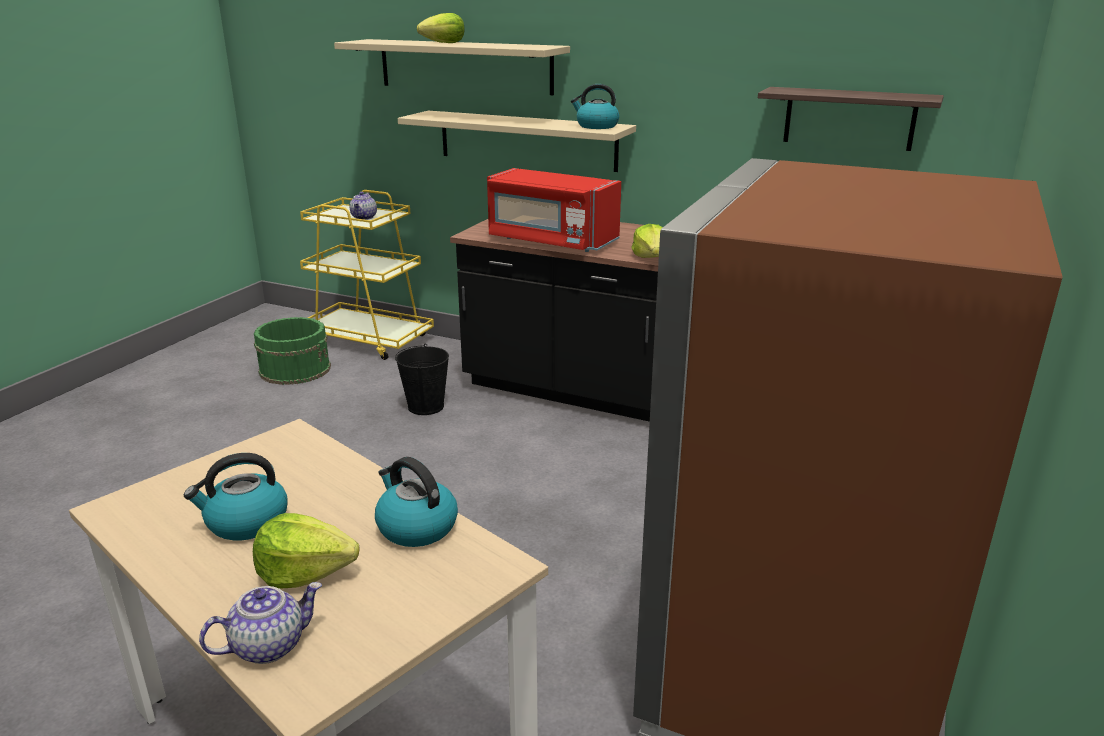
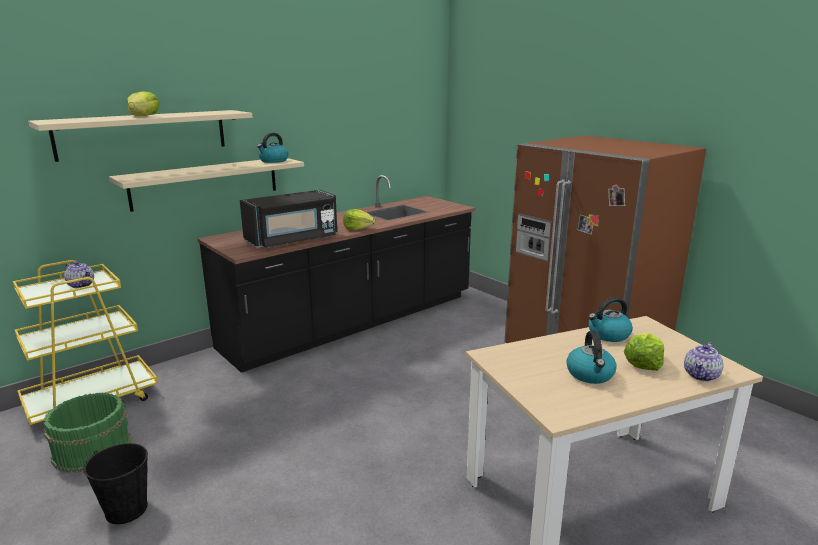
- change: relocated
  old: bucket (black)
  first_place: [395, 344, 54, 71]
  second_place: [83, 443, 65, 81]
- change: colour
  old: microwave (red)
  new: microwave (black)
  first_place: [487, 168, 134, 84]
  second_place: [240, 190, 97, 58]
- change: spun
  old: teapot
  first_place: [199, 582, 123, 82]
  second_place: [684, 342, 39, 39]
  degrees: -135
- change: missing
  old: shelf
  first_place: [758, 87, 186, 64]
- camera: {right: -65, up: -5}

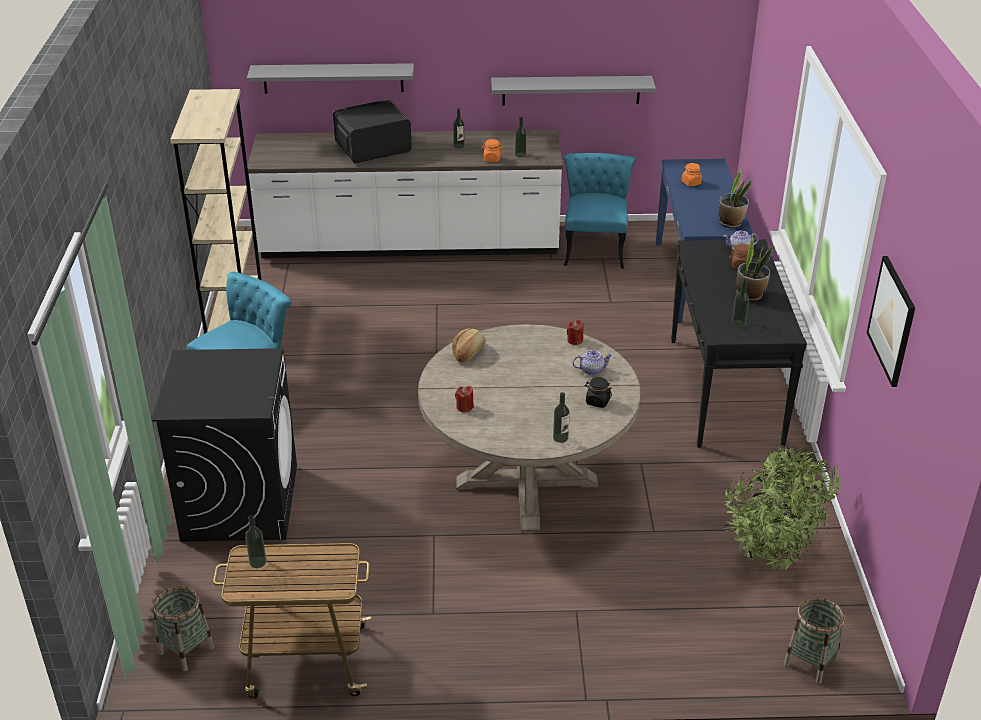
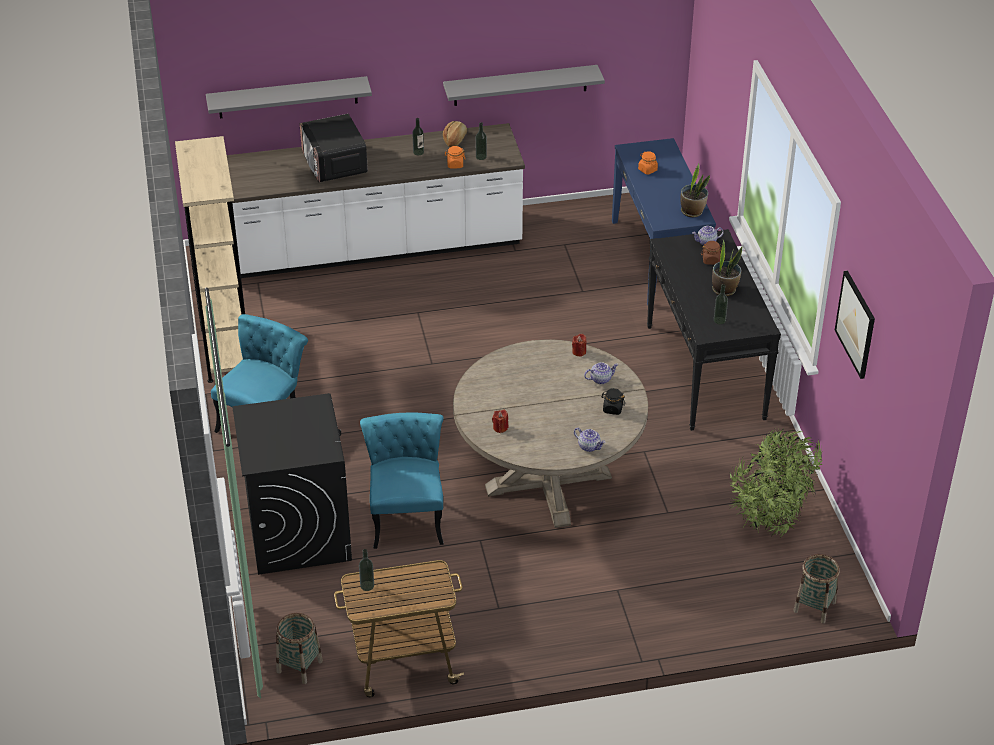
- change: spun
  old: microwave
  first_place: [333, 100, 79, 63]
  second_place: [300, 114, 68, 68]
  degrees: -75
- change: relocated
  old: chair (turquoise)
  first_place: [564, 153, 71, 116]
  second_place: [360, 412, 84, 137]
- change: relocated
  old: bread
  first_place: [452, 329, 34, 34]
  second_place: [443, 121, 24, 26]
- change: exchanged
  old: bottle
  new: teapot
  first_place: [553, 392, 17, 51]
  second_place: [574, 428, 32, 24]
- camera: {right: -10, up: 5}

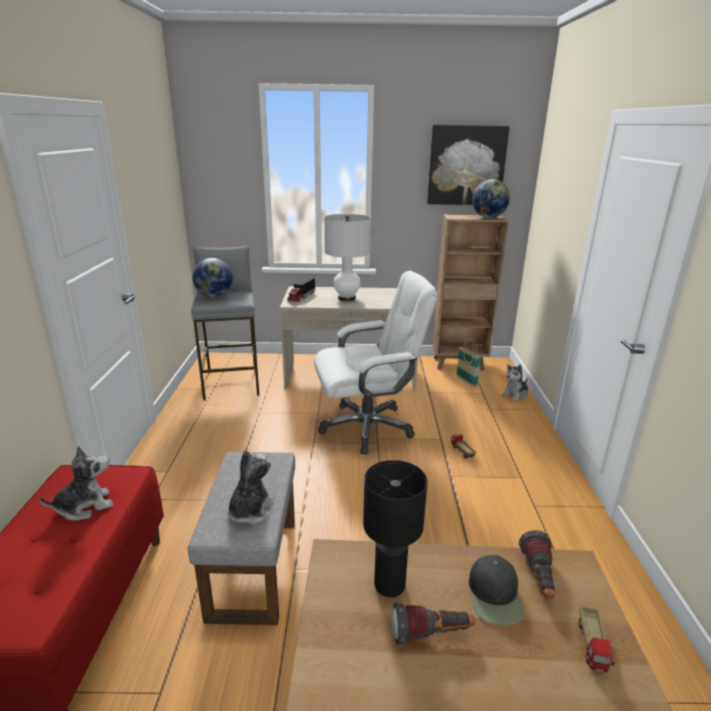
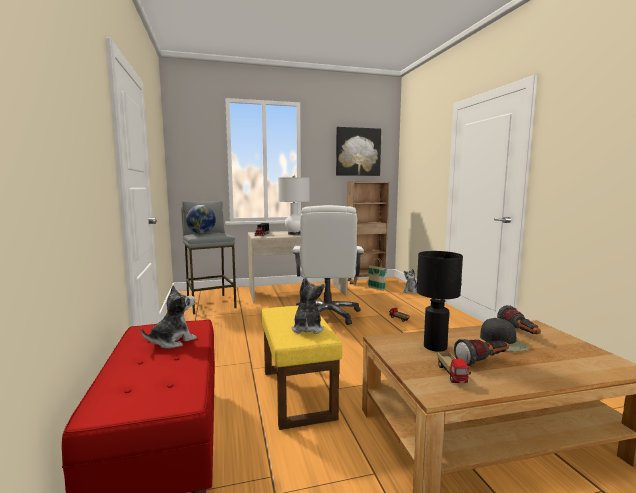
- change: colour
  old: ottoman (grey)
  new: ottoman (yellow)
  first_place: [188, 452, 107, 173]
  second_place: [261, 305, 81, 125]
- change: spun
  old: office chair (white)
  first_place: [314, 271, 123, 183]
  second_place: [293, 205, 71, 120]
  degrees: 120
- change: relocated
  old: toy truck
  first_place: [579, 606, 35, 66]
  second_place: [437, 352, 34, 31]
- change: missing
  old: globe
  first_place: [472, 179, 38, 39]
- camera: {right: -15, up: -15}

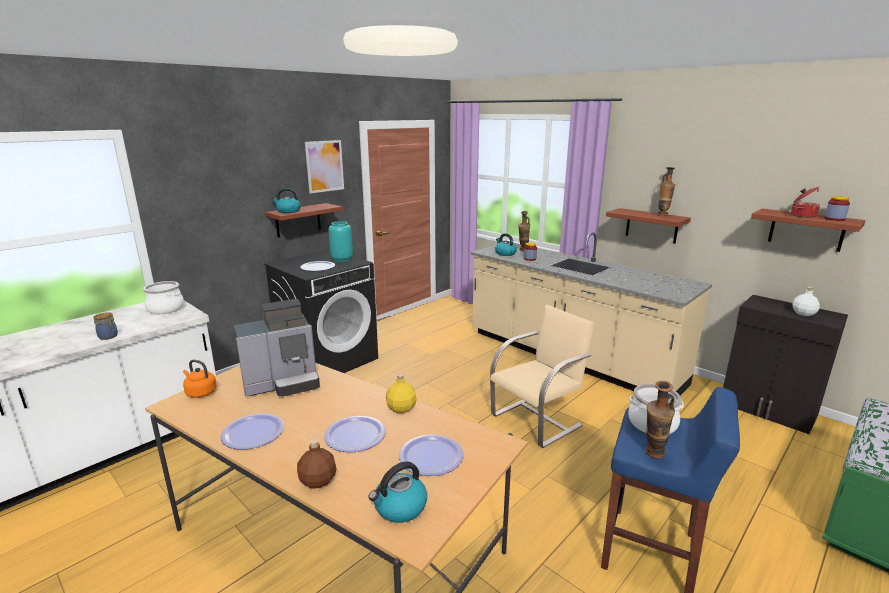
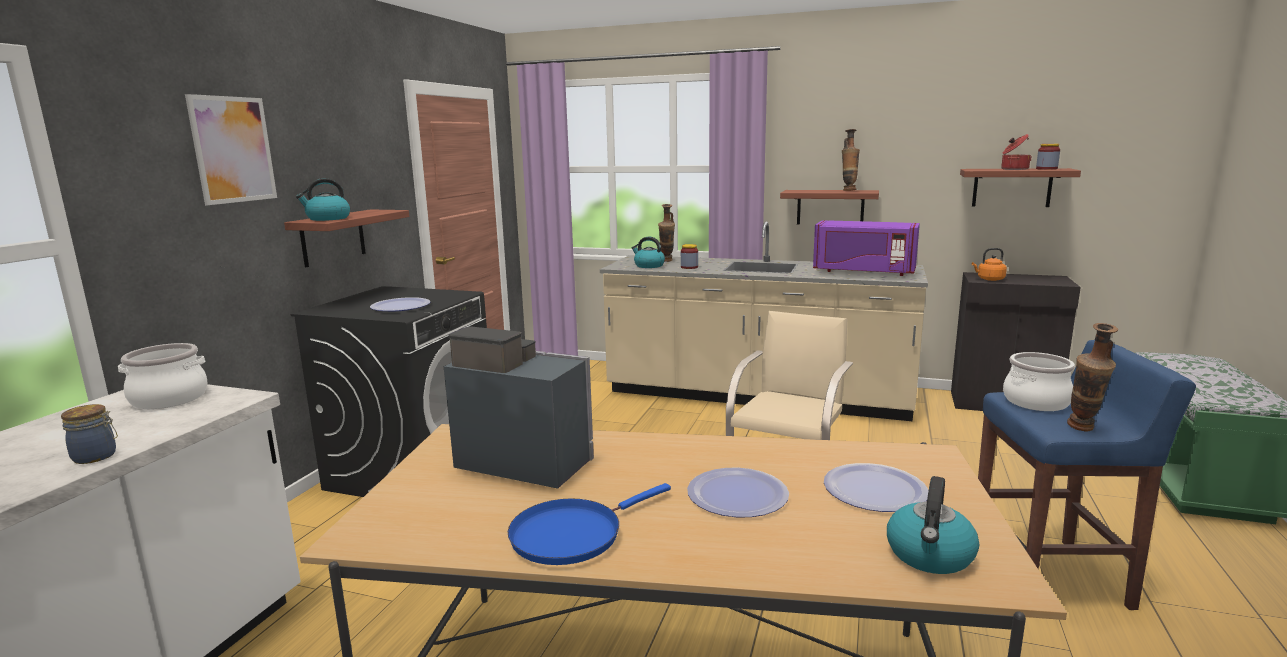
- change: relocated
  old: picture
  first_place: [305, 140, 39, 53]
  second_place: [185, 94, 92, 111]
- change: spun
  old: coffee machine
  first_place: [234, 299, 86, 98]
  second_place: [444, 326, 150, 163]
  degrees: -105
- change: exchanged
  old: plate
  new: frying pan (blue)
  first_place: [220, 413, 64, 37]
  second_place: [508, 483, 163, 82]
- change: appeared
  new: microwave (purple)
  second_place: [813, 220, 107, 56]
- change: relocated
  old: kettle (orange)
  first_place: [183, 360, 34, 38]
  second_place: [972, 248, 35, 33]
- change: missing
  old: bottle (brown)
  first_place: [297, 439, 40, 49]
- change: missing
  old: vase (turquoise)
  first_place: [329, 221, 24, 41]
- change: missing
  old: bottle (yellow)
  first_place: [386, 374, 31, 40]
- change: missing
  old: bottle (white)
  first_place: [792, 287, 28, 29]
- camera: {right: -25, up: -5}

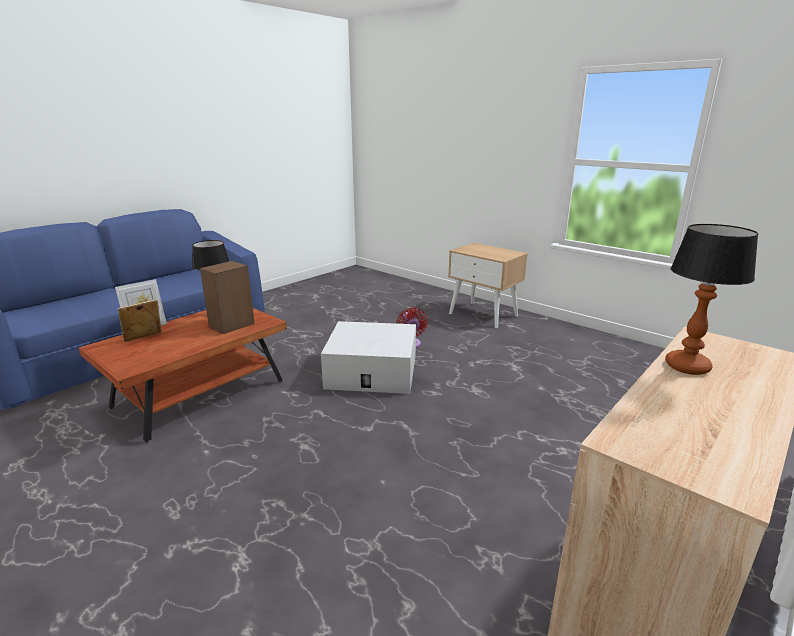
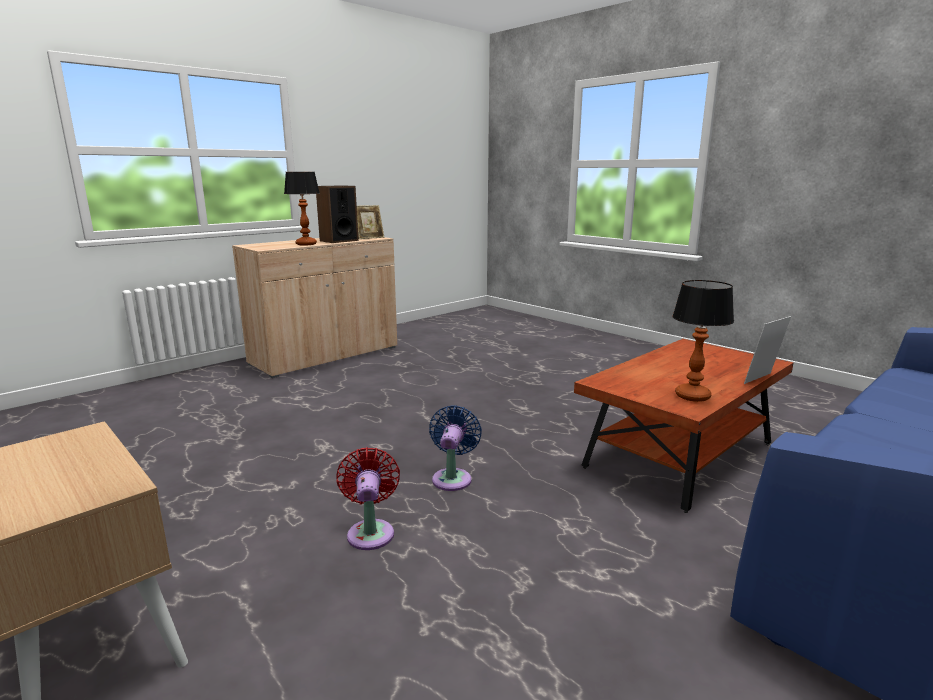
- change: relocated
  old: speaker
  first_place: [200, 261, 55, 73]
  second_place: [316, 185, 43, 58]
- change: relocated
  old: picture frame
  first_place: [118, 299, 44, 43]
  second_place: [357, 205, 27, 34]
- change: exchanged
  old: storage box (white)
  new: fan (blue)
  first_place: [321, 321, 95, 73]
  second_place: [429, 405, 53, 86]
- camera: {right: -175, up: -5}

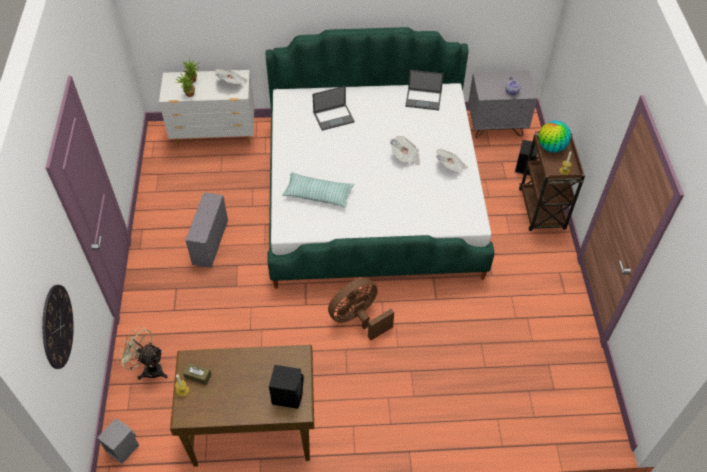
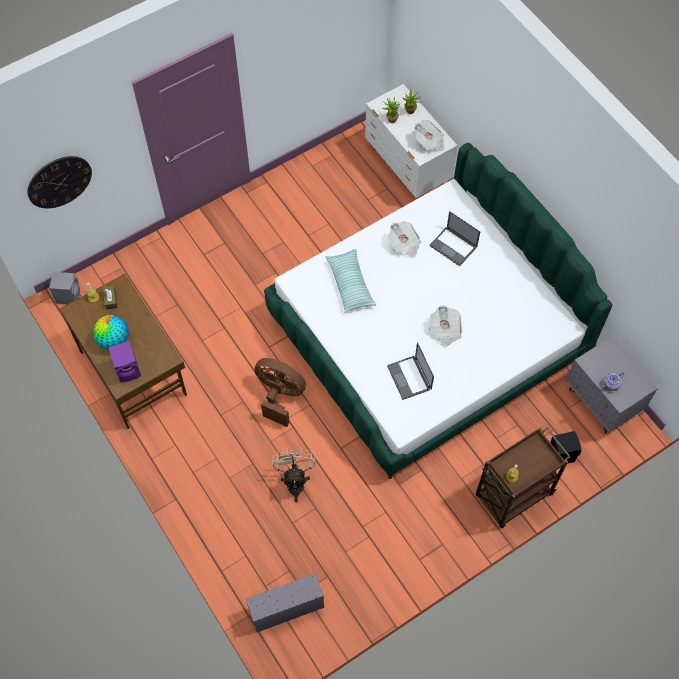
- change: relocated
  old: globe
  first_place: [539, 121, 32, 32]
  second_place: [93, 315, 36, 35]
- change: colour
  old: speaker (black)
  new: speaker (purple)
  first_place: [269, 365, 35, 44]
  second_place: [108, 341, 33, 42]
- change: relocated
  old: storage box (grey)
  first_place: [186, 192, 42, 76]
  second_place: [246, 574, 78, 58]
- change: relocated
  old: fan (beige)
  first_place: [117, 326, 51, 54]
  second_place: [273, 448, 42, 54]
- change: relocated
  old: laptop
  first_place: [405, 70, 39, 40]
  second_place: [387, 342, 47, 58]
- change: relocated
  old: newspaper
  first_place: [435, 149, 33, 23]
  second_place: [388, 221, 34, 37]
- camera: {right: 60, up: 10}

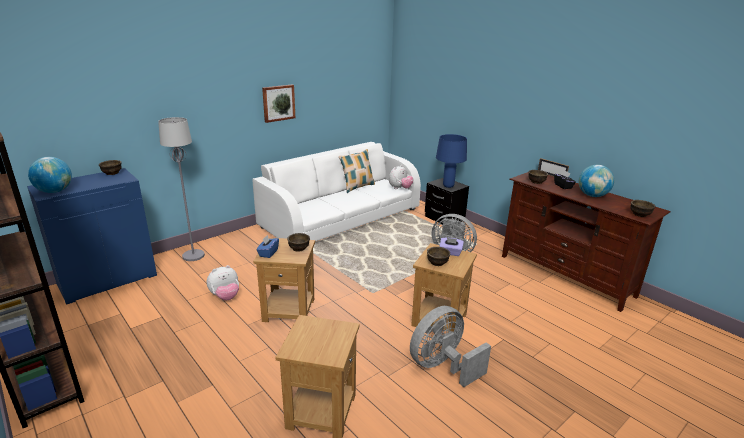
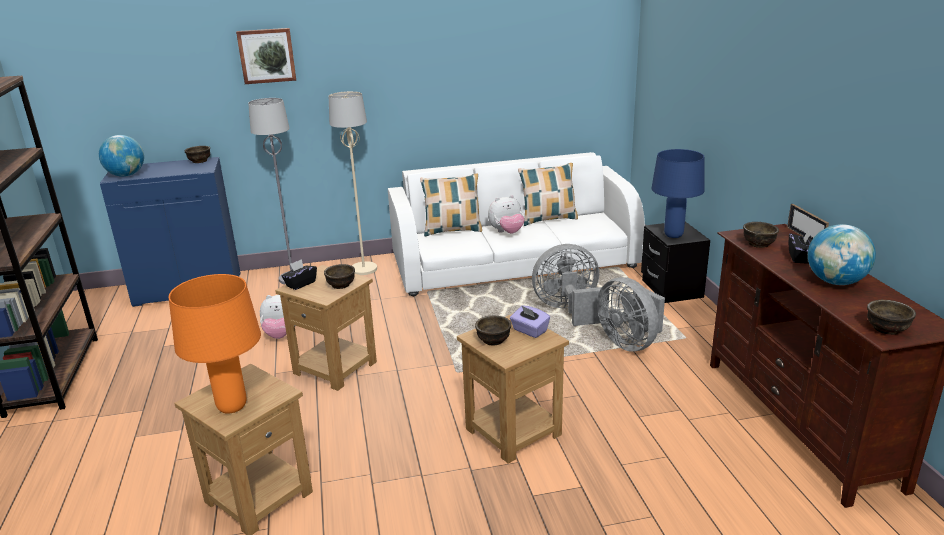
- change: appeared
  new: table lamp (orange)
  second_place: [169, 274, 92, 140]
- change: relocated
  old: picture
  first_place: [262, 84, 33, 39]
  second_place: [236, 28, 60, 56]
- change: colour
  old: tissue box (blue)
  new: tissue box (black)
  first_place: [256, 235, 23, 23]
  second_place: [282, 259, 35, 31]
- change: appeared
  new: floor lamp (beige)
  second_place: [329, 91, 48, 184]
- change: appeared
  new: pillow
  second_place: [420, 173, 62, 64]
- change: relocated
  old: plush toy
  first_place: [389, 165, 25, 24]
  second_place: [488, 195, 36, 38]
- change: relocated
  old: fan (grey)
  first_place: [410, 306, 81, 81]
  second_place: [532, 244, 77, 82]
- camera: {right: 30, up: 0}

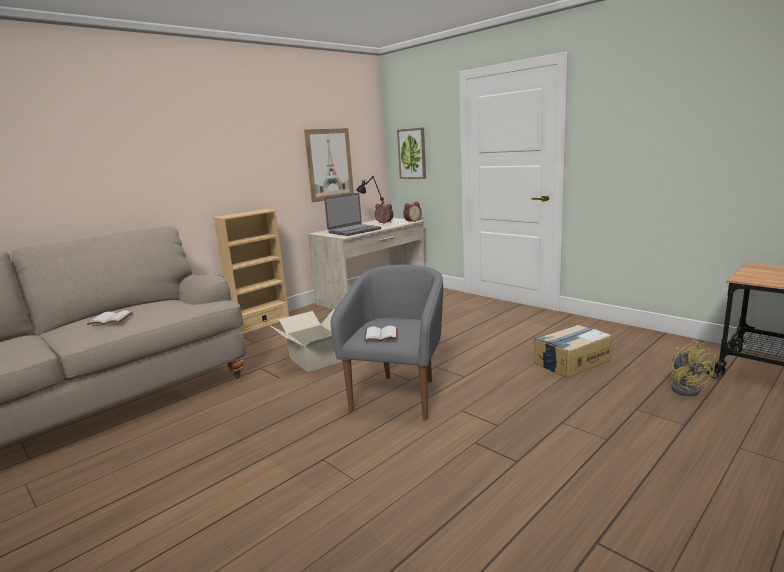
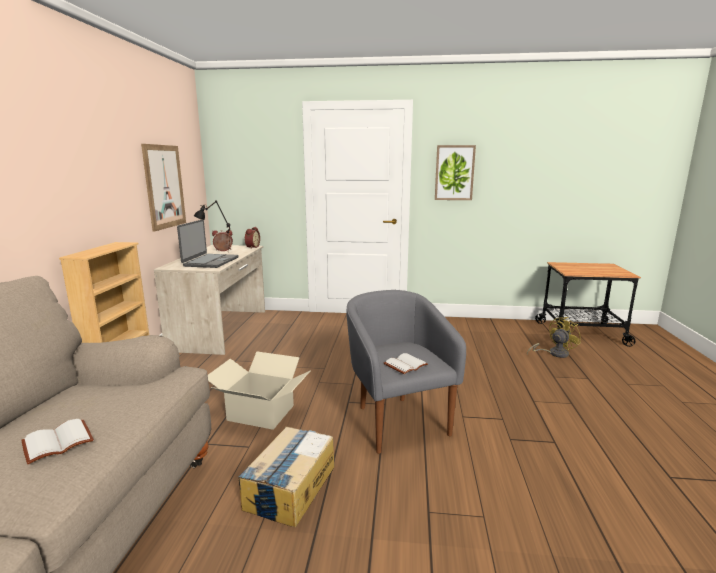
- change: relocated
  old: cardboard box
  first_place: [534, 325, 78, 53]
  second_place: [238, 427, 97, 100]
- change: relocated
  old: picture
  first_place: [397, 128, 29, 51]
  second_place: [435, 145, 41, 55]
- change: spun
  old: fan (yellow)
  first_place: [670, 340, 46, 56]
  second_place: [527, 317, 54, 41]
  degrees: -75
- camera: {right: -40, up: 0}

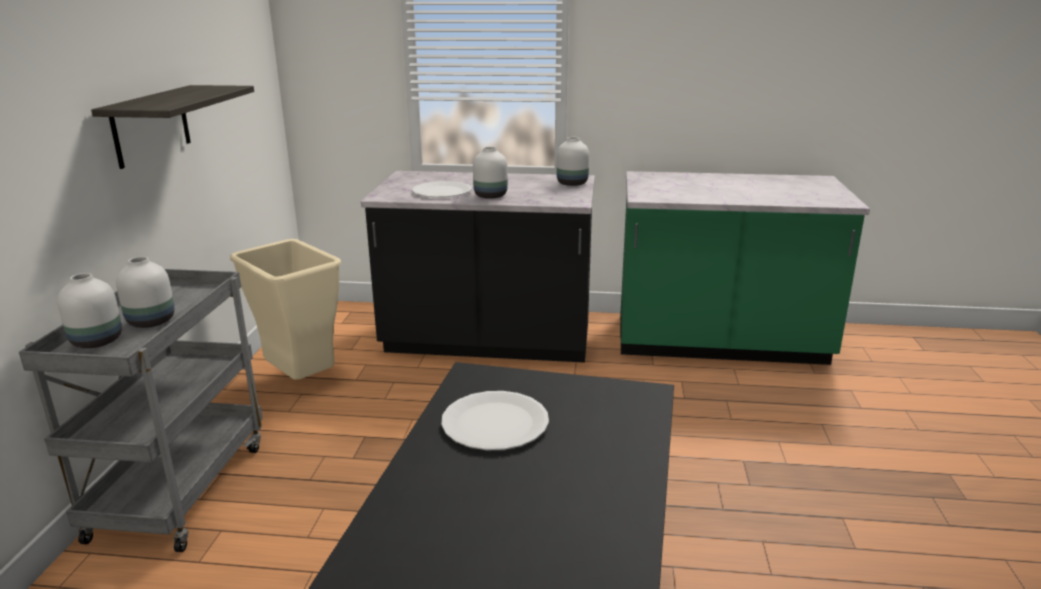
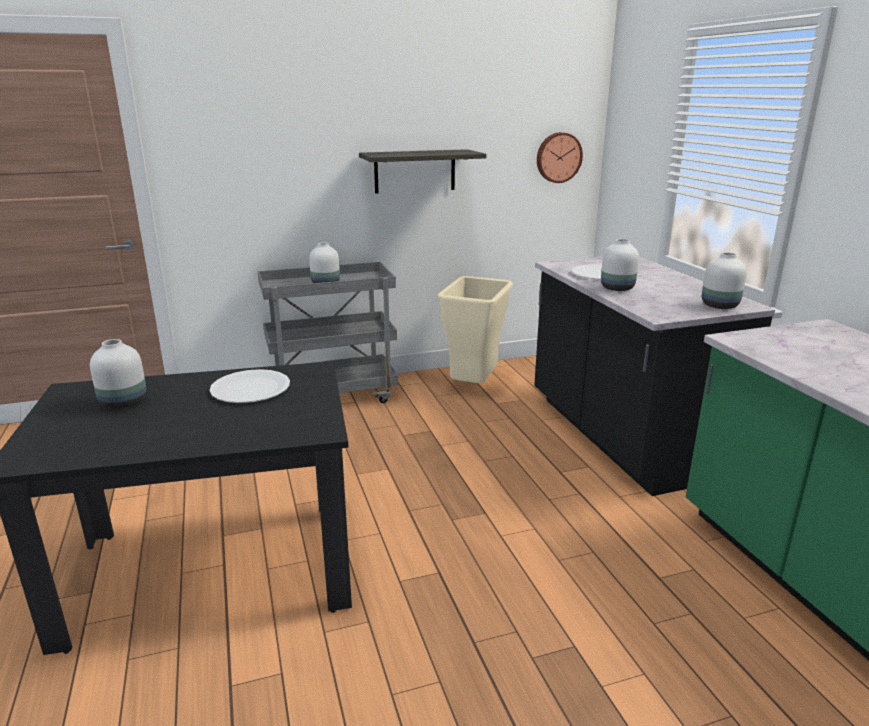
- change: relocated
  old: vase (white)
  first_place: [57, 273, 65, 75]
  second_place: [90, 339, 56, 70]
- change: appeared
  new: wall clock
  second_place: [537, 132, 46, 51]
- camera: {right: 65, up: 0}

